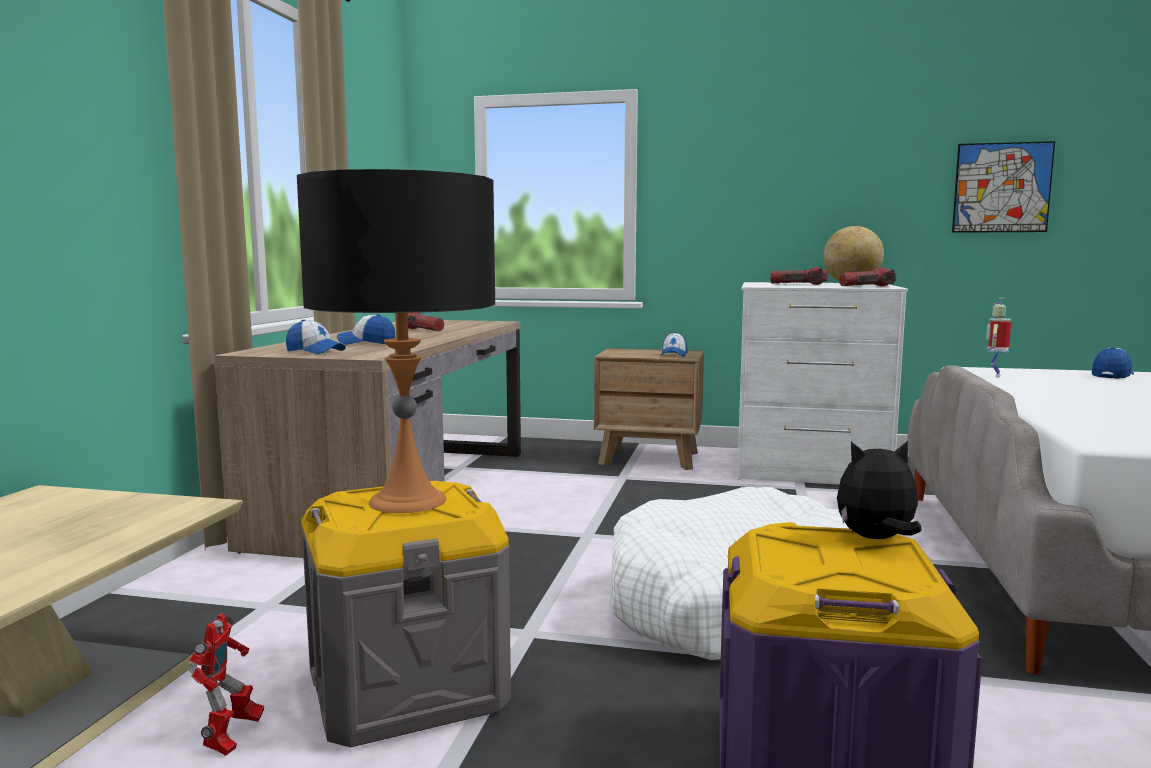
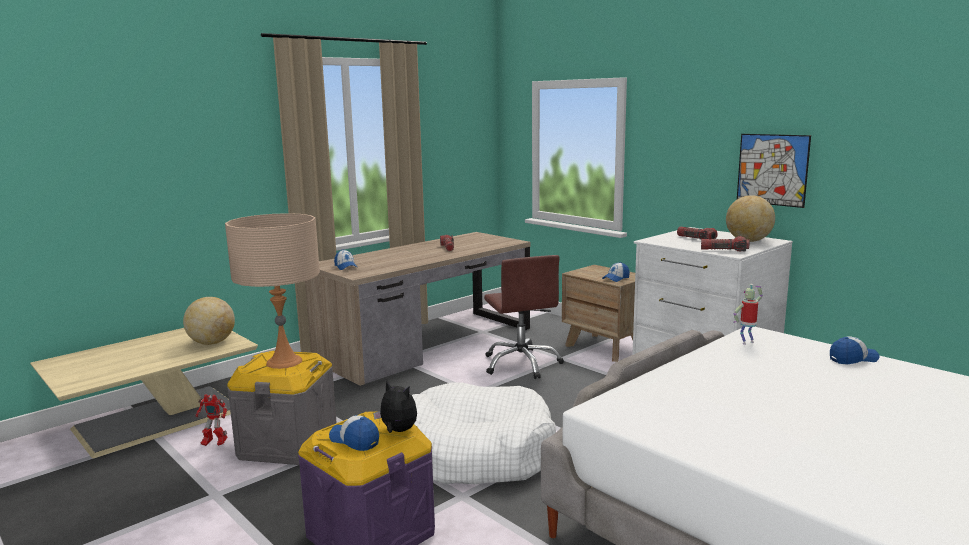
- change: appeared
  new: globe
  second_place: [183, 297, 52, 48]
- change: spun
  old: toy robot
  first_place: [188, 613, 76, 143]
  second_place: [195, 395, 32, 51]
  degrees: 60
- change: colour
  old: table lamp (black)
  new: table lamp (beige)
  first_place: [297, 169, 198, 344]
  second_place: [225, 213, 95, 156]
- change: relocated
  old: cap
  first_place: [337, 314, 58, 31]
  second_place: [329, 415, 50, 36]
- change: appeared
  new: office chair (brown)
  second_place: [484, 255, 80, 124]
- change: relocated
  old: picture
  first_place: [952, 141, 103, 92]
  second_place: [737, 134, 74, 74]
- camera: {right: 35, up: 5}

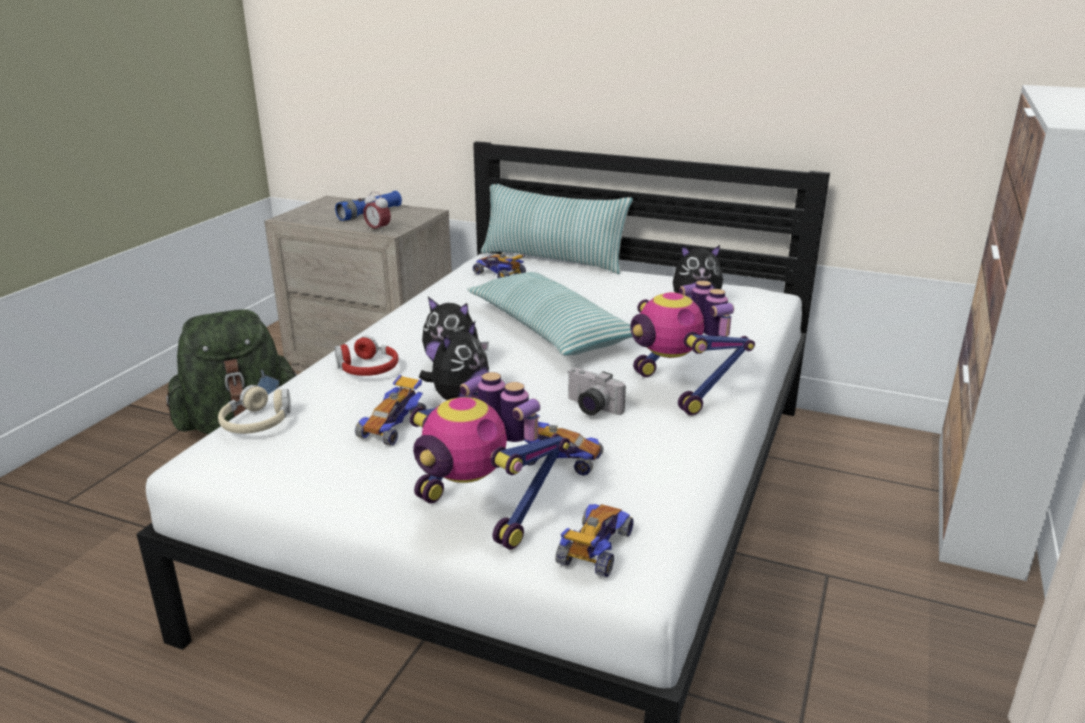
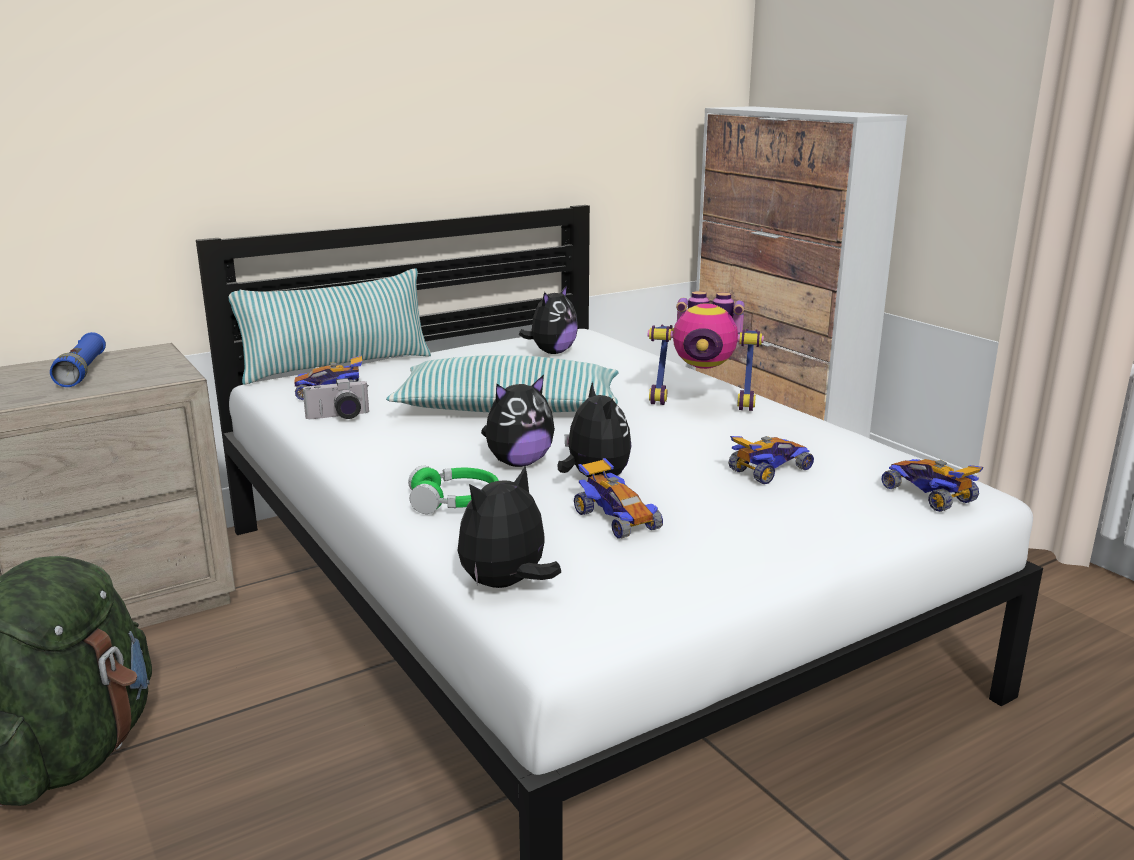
- change: relocated
  old: photo camera
  first_place: [567, 368, 59, 47]
  second_place: [303, 378, 66, 41]
- change: colour
  old: headphones (red)
  new: headphones (green)
  first_place: [335, 336, 63, 40]
  second_place: [408, 466, 91, 48]
- change: exchanged
  old: headphones (beige)
  new: plush toy
  first_place: [218, 385, 73, 49]
  second_place: [458, 465, 103, 123]
- change: missing
  old: alarm clock
  first_place: [363, 191, 28, 42]
- change: missing
  old: toy robot
  first_place: [410, 372, 160, 178]
- camera: {right: -55, up: -5}

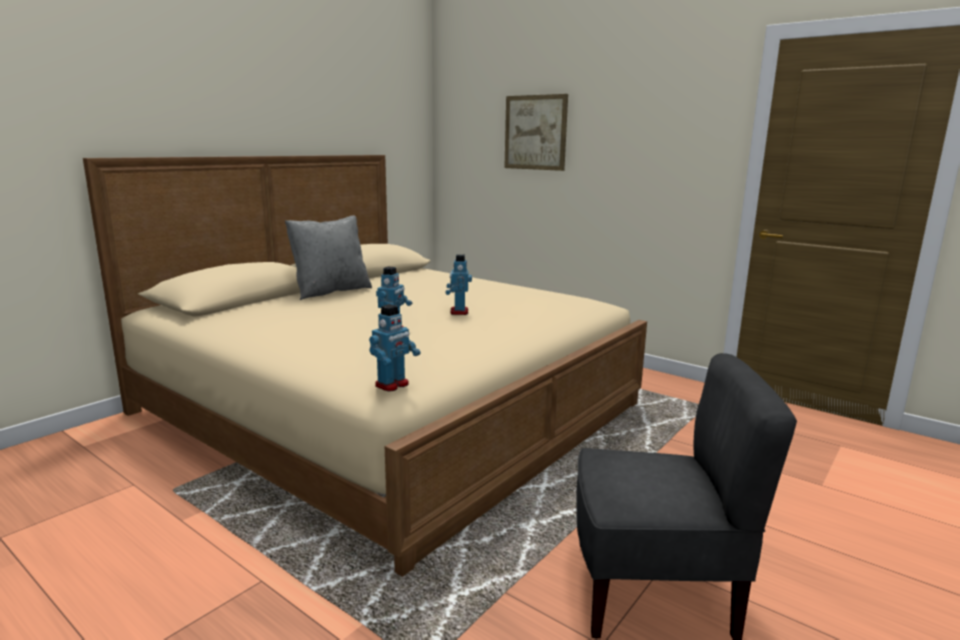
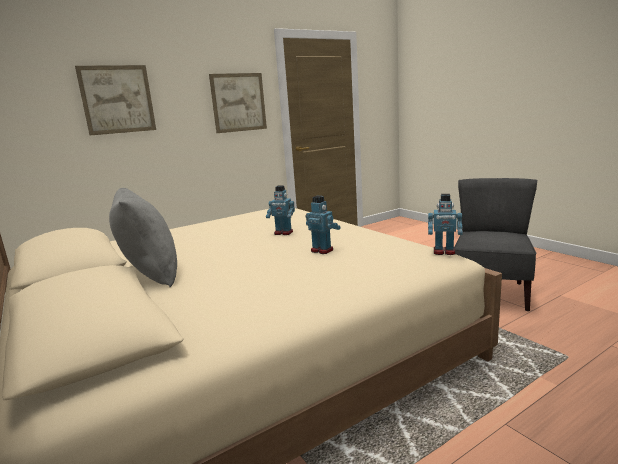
- change: appeared
  new: picture
  second_place: [209, 73, 58, 60]
- change: spun
  old: toy robot
  first_place: [369, 304, 51, 88]
  second_place: [428, 194, 35, 61]
  degrees: 135
- camera: {right: -70, up: 0}

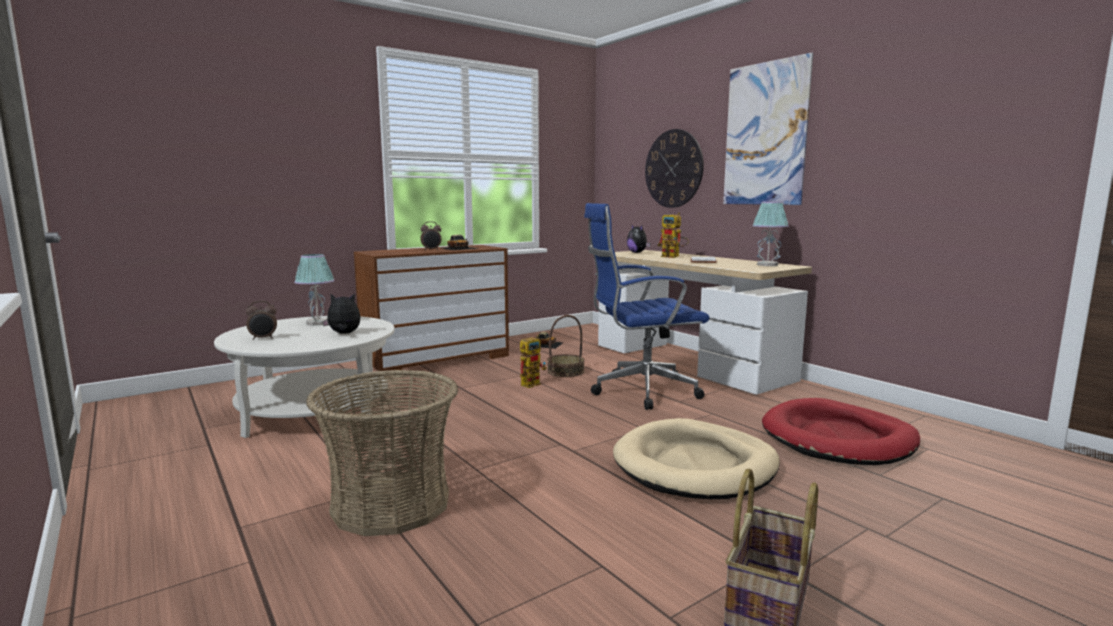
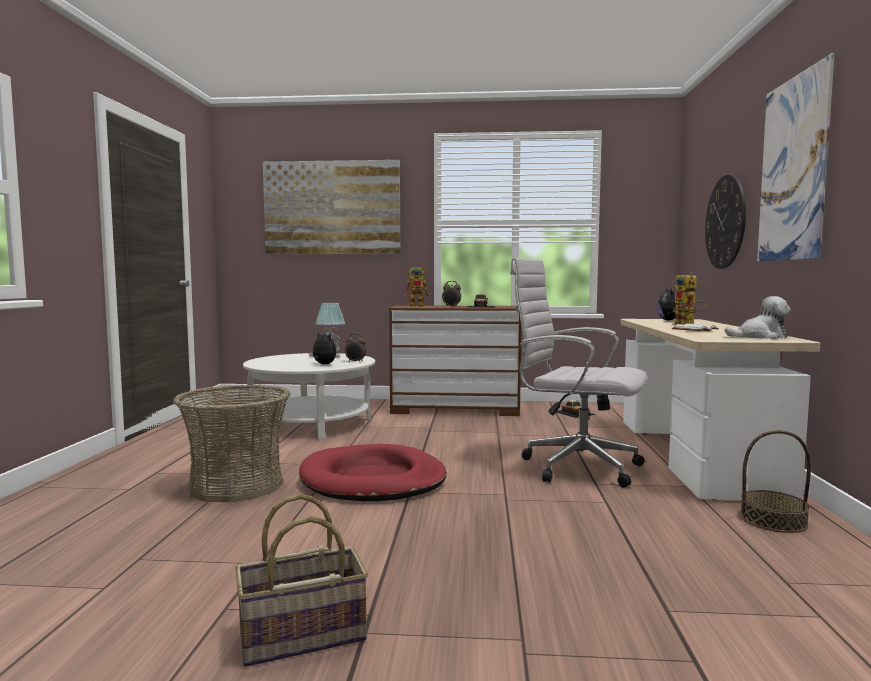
- change: appeared
  new: picture
  second_place: [263, 160, 137, 94]
- change: relocated
  old: dog bed (red)
  first_place: [762, 398, 158, 67]
  second_place: [299, 444, 148, 57]
- change: relocated
  old: alarm clock
  first_place: [246, 301, 31, 39]
  second_place: [345, 333, 21, 30]
- change: relocated
  old: toy robot
  first_place: [520, 335, 27, 53]
  second_place: [405, 266, 26, 41]
- change: colour
  old: office chair (blue)
  new: office chair (white)
  first_place: [584, 203, 126, 207]
  second_place: [510, 258, 137, 230]
- change: exchanged
  old: table lamp
  new: plush toy
  first_place: [752, 202, 37, 64]
  second_place: [725, 296, 66, 43]
- change: relocated
  old: basket
  first_place: [547, 315, 38, 62]
  second_place: [740, 430, 71, 103]
- change: missing
  old: dog bed (beige)
  first_place: [613, 418, 167, 81]
- camera: {right: 40, up: -5}

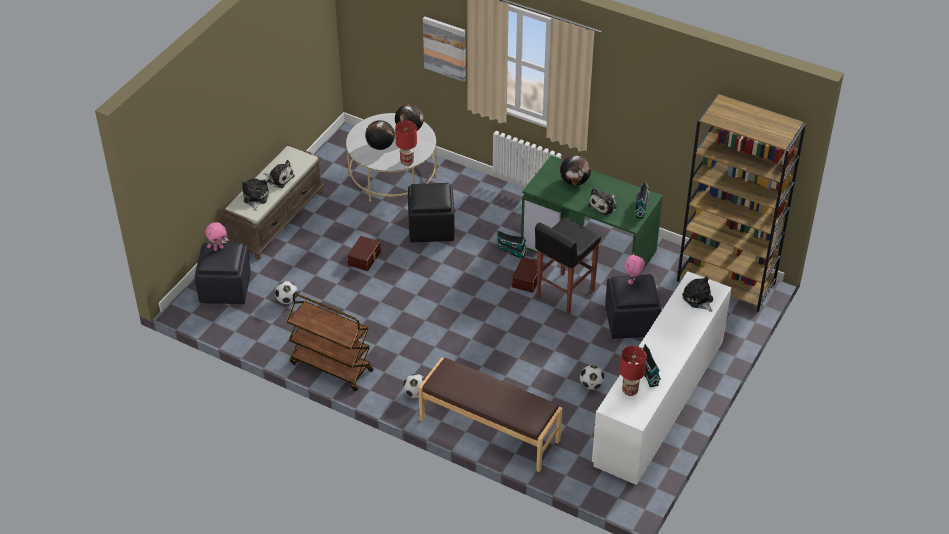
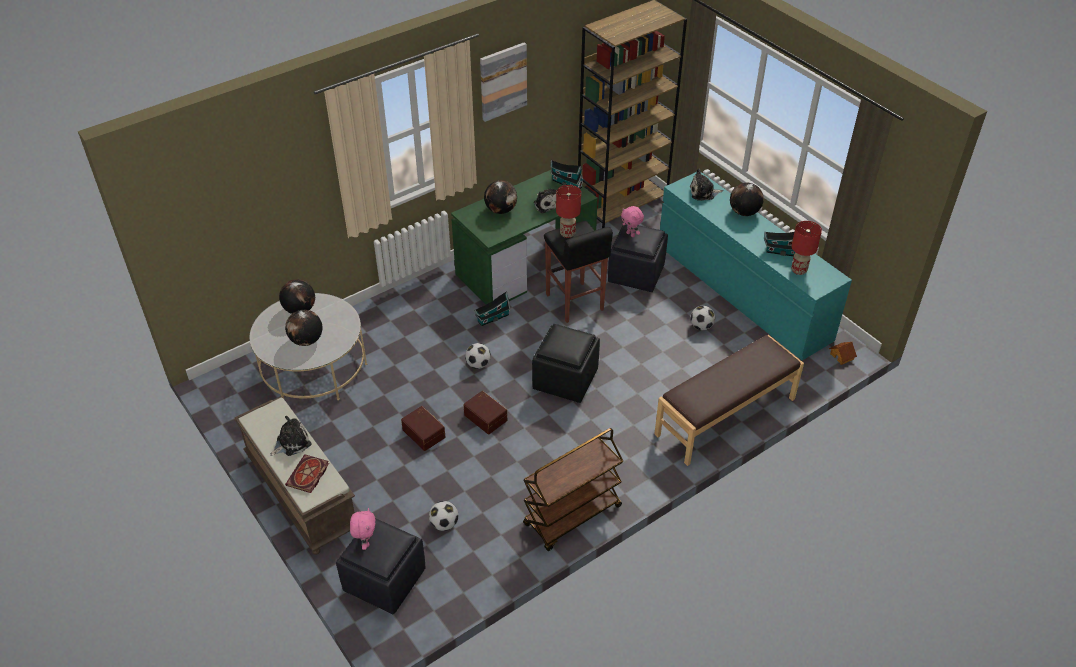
- change: exchanged
  old: plush toy
  new: book
  first_place: [242, 178, 27, 33]
  second_place: [285, 454, 44, 39]
- change: relocated
  old: storage box (brown)
  first_place: [512, 257, 31, 36]
  second_place: [463, 391, 44, 44]
- change: relocated
  old: football
  first_place: [403, 374, 22, 24]
  second_place: [465, 343, 26, 26]
- change: relocated
  old: picture
  first_place: [423, 17, 43, 65]
  second_place: [480, 42, 47, 80]
- change: relocated
  old: ottoman (black)
  first_place: [408, 183, 47, 60]
  second_place: [532, 324, 68, 79]
- change: relocated
  old: table lamp (red)
  first_place: [395, 120, 22, 46]
  second_place: [556, 185, 25, 53]
- change: colour
  old: dresser (white)
  new: dresser (turquoise)
  first_place: [592, 271, 140, 214]
  second_place: [660, 172, 192, 188]
- change: appeared
  new: globe
  second_place: [730, 182, 34, 34]
- change: appeared
  new: toy house
  second_place: [829, 342, 28, 23]
- camera: {right: -65, up: 0}

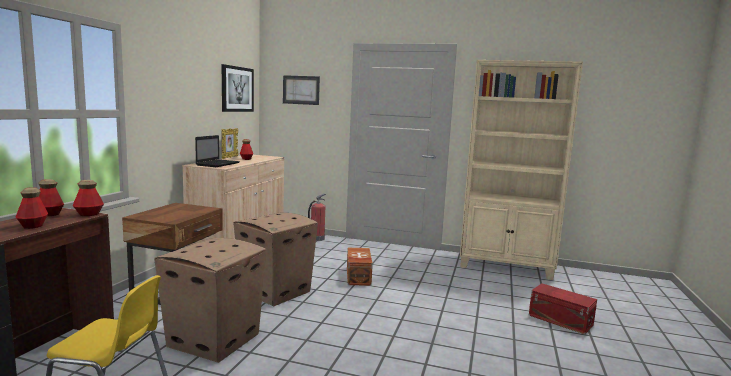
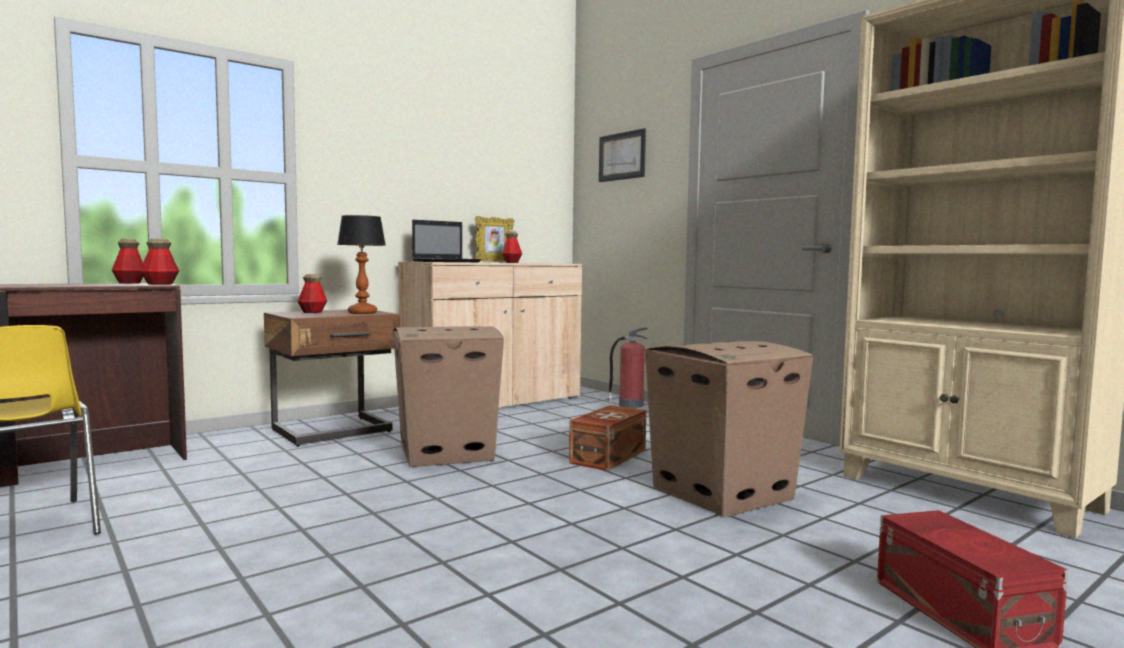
- change: relocated
  old: bottle
  first_place: [16, 187, 32, 42]
  second_place: [297, 274, 30, 39]
- change: appeared
  new: table lamp
  second_place: [337, 215, 49, 99]
- change: relocated
  old: cardboard box
  first_place: [154, 238, 112, 125]
  second_place: [645, 341, 168, 177]
- change: missing
  old: picture
  first_place: [222, 64, 32, 48]
- camera: {right: 35, up: -5}

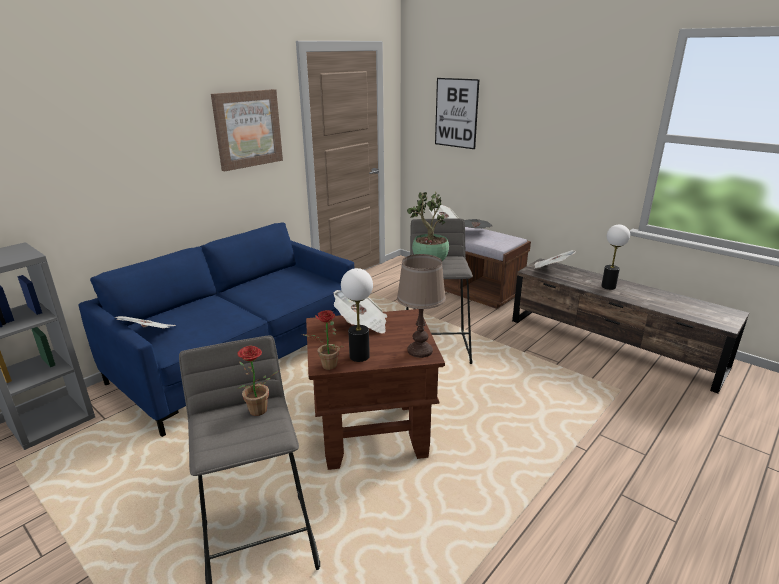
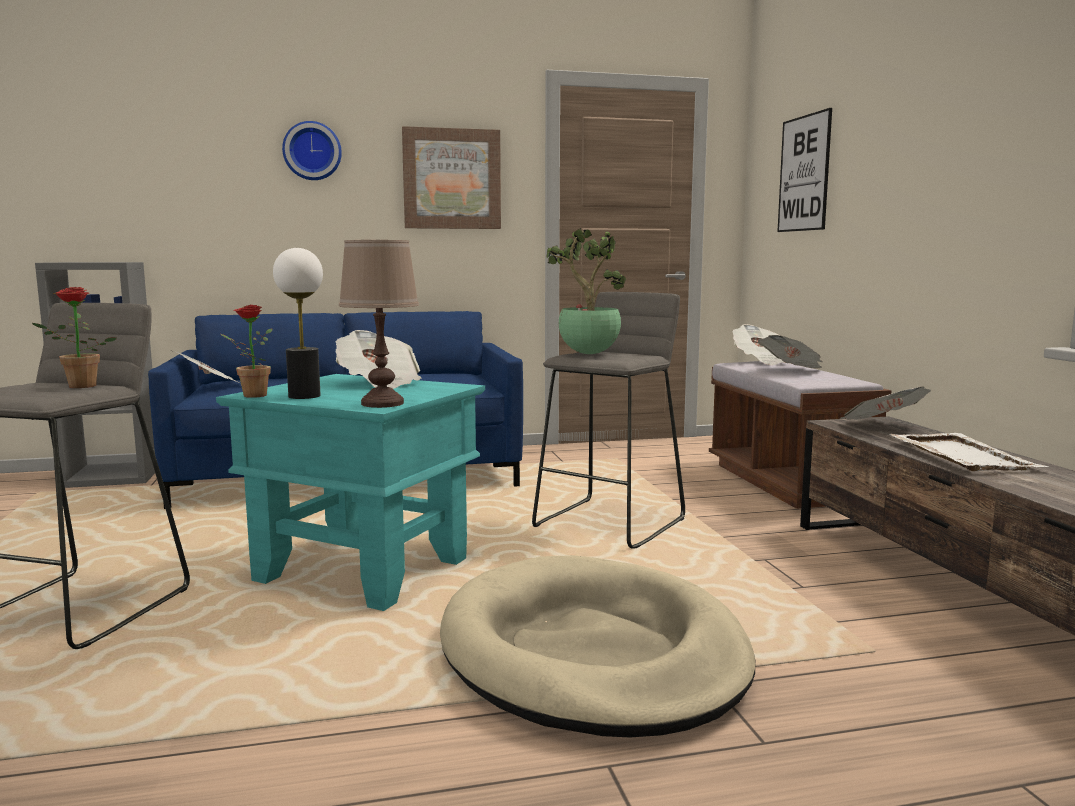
- change: colour
  old: side table (brown)
  new: side table (turquoise)
  first_place: [306, 309, 139, 161]
  second_place: [216, 374, 269, 237]
- change: appeared
  new: wall clock
  second_place: [282, 121, 60, 59]
- change: appeared
  new: dog bed (beige)
  second_place: [440, 555, 316, 183]
- change: exchanged
  old: table lamp
  new: tray (white)
  first_place: [601, 225, 29, 65]
  second_place: [889, 433, 160, 38]
- camera: {right: 35, up: -15}

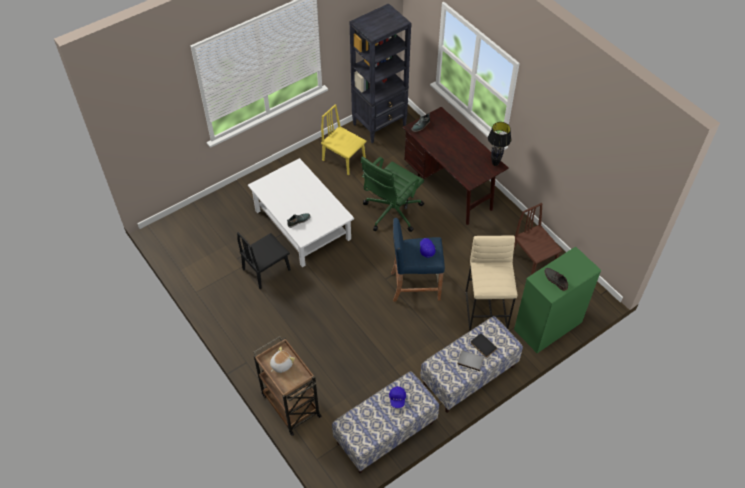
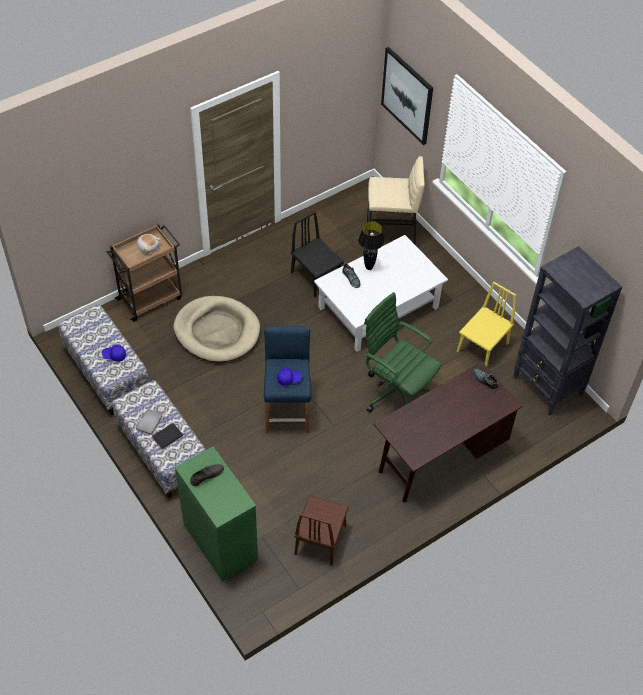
- change: appeared
  new: dog bed (beige)
  second_place: [173, 296, 87, 66]
- change: spun
  old: chair (brown)
  first_place: [514, 203, 49, 72]
  second_place: [294, 495, 55, 71]
  degrees: 135
- change: relocated
  old: table lamp (black)
  first_place: [488, 122, 23, 44]
  second_place: [358, 221, 27, 49]
- change: relocated
  old: stool (beige)
  first_place: [466, 235, 51, 96]
  second_place: [367, 156, 58, 88]
- change: appeared
  new: picture
  second_place: [381, 47, 52, 98]
- camera: {right: 90, up: 0}

